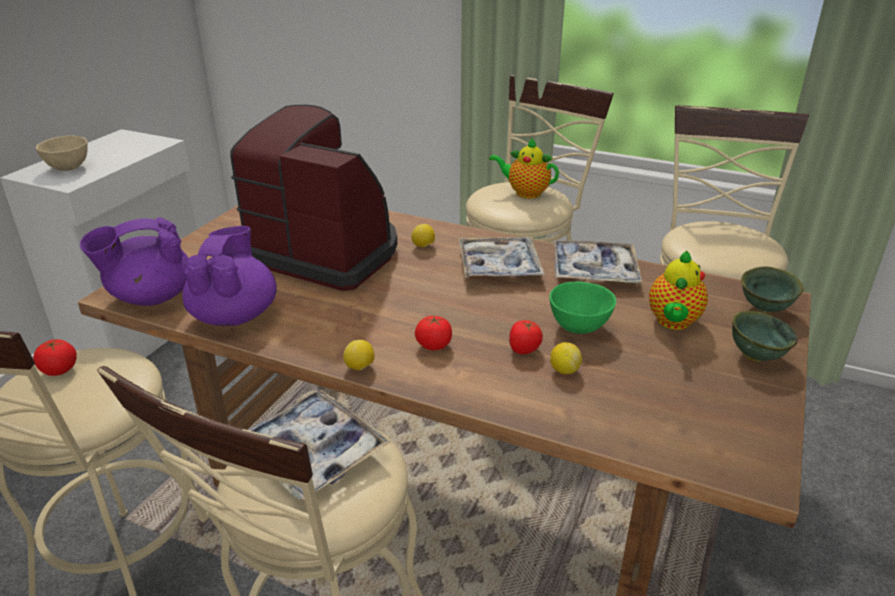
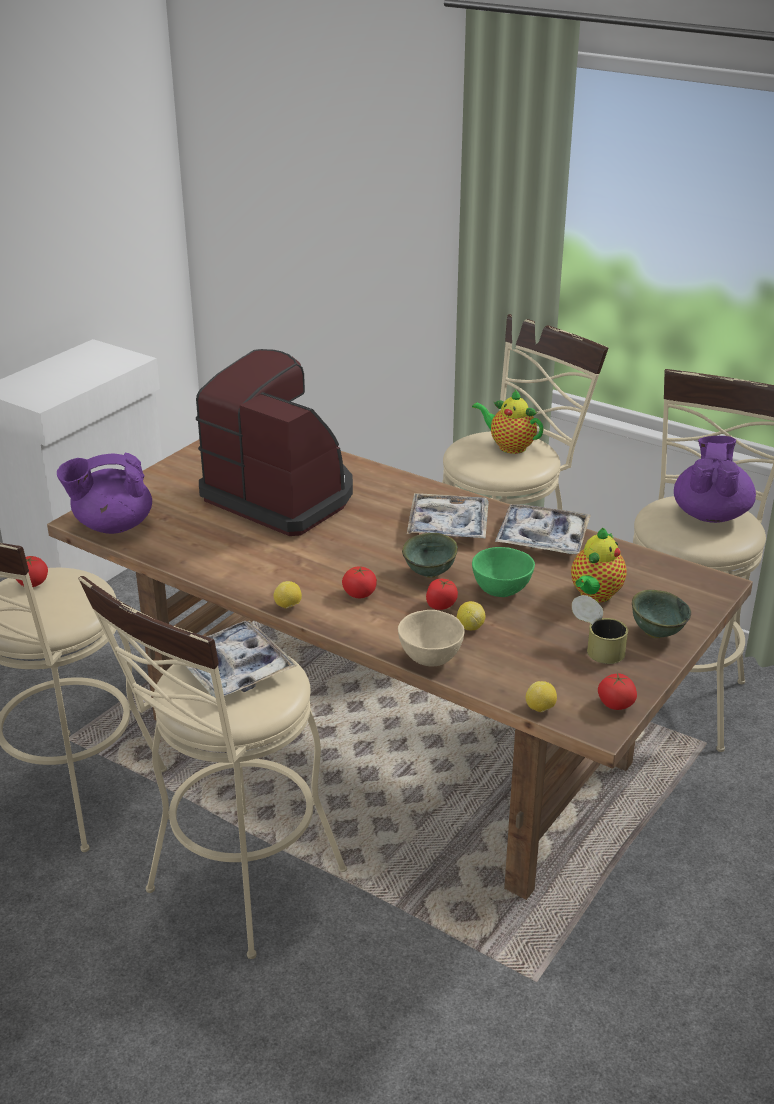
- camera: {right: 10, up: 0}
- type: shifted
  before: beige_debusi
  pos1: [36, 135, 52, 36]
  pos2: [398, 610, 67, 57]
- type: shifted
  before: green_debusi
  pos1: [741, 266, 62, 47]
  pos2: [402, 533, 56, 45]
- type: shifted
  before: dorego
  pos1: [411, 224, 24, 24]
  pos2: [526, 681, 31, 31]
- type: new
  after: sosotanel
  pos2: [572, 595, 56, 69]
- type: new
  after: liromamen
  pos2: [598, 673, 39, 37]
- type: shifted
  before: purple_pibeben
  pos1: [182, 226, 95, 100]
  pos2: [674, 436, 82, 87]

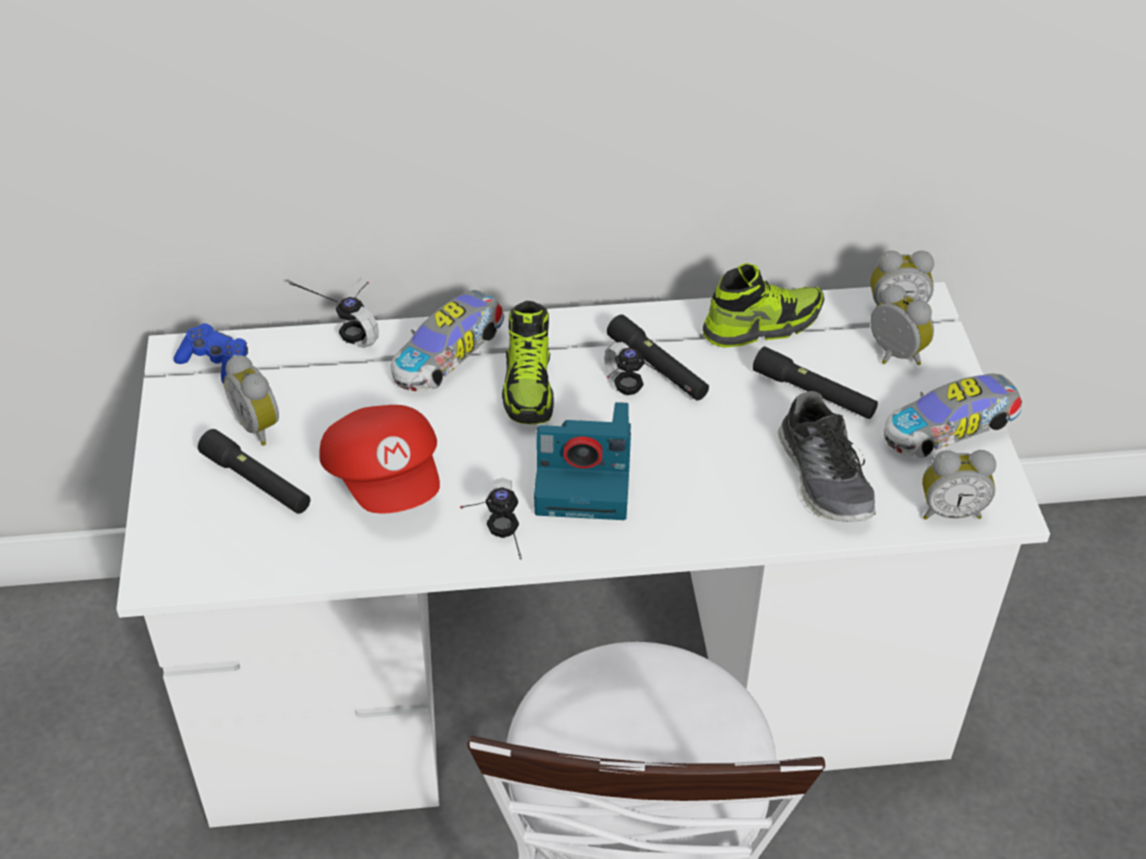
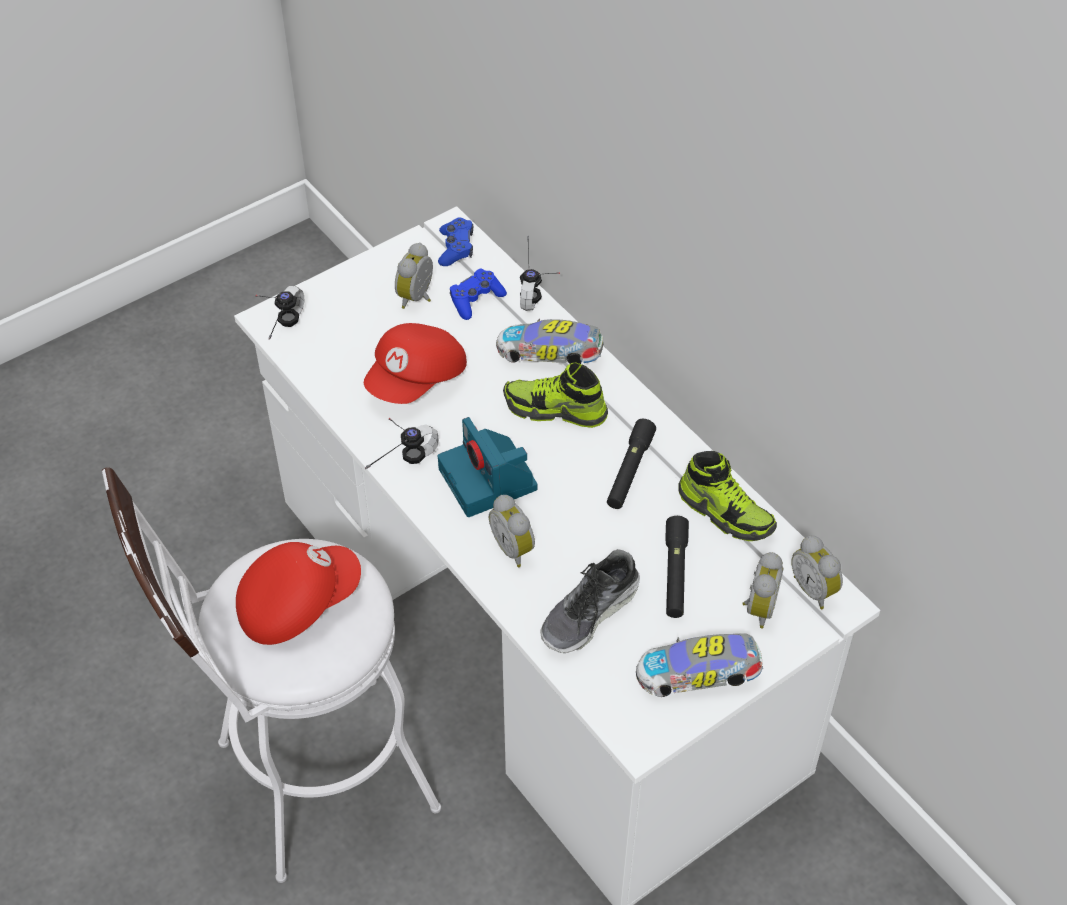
- camera: {right: 60, up: 5}
- type: new
  after: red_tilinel
  pos2: [236, 542, 125, 103]
- type: shifted
  before: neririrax
  pos1: [604, 342, 87, 53]
  pos2: [256, 286, 48, 54]
- type: new
  after: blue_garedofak
  pos2: [450, 269, 57, 51]
- type: shifted
  before: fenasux
  pos1: [922, 450, 74, 70]
  pos2: [489, 495, 46, 73]
- type: rotated
  before: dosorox
  pos1: [502, 301, 52, 123]
  pos2: [503, 362, 105, 66]
  turn: 45
- type: rotated
  before: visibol
  pos1: [884, 373, 138, 85]
  pos2: [636, 633, 127, 64]
  turn: -45
- type: gone
  before: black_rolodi
  pos1: [198, 429, 112, 85]

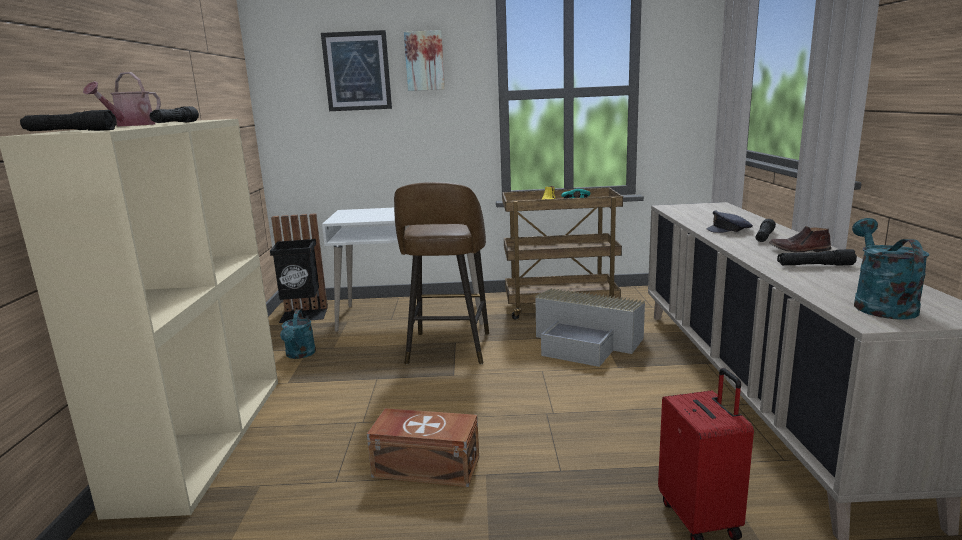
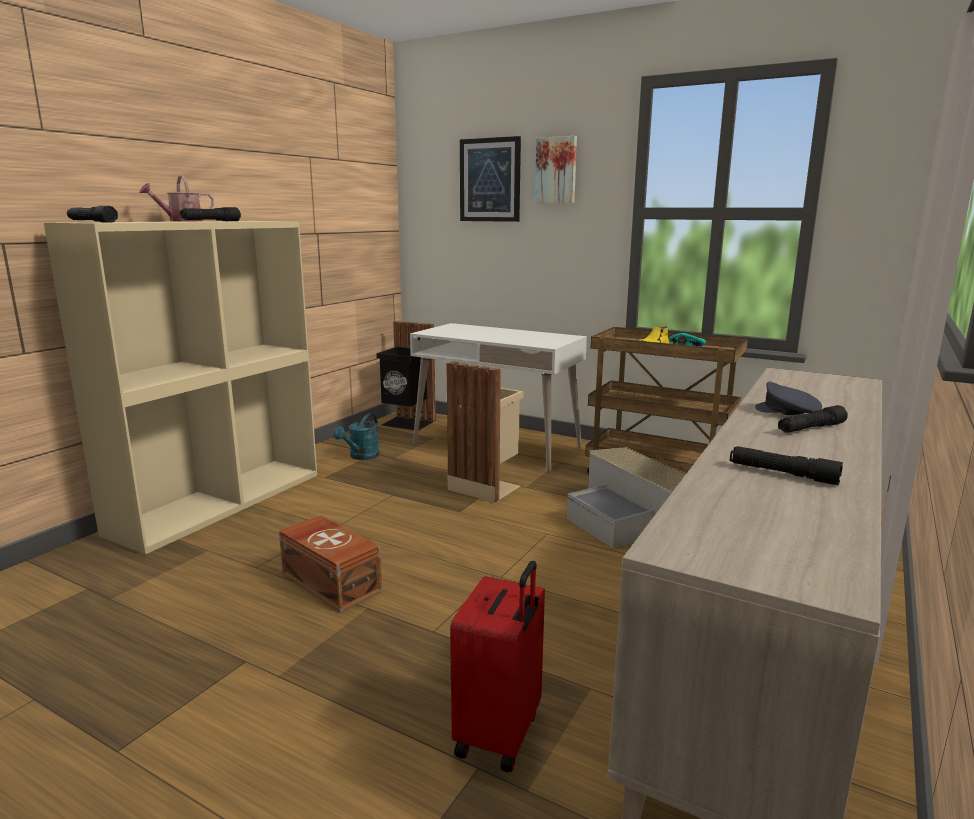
- camera: {right: 30, up: 0}
- type: swapped
  before: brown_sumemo
  after: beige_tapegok
  pos1: [394, 182, 95, 182]
  pos2: [446, 362, 78, 141]
- type: gone
  before: brown_dosorox
  pos1: [769, 226, 62, 26]
- type: gone
  before: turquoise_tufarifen
  pos1: [852, 218, 77, 102]

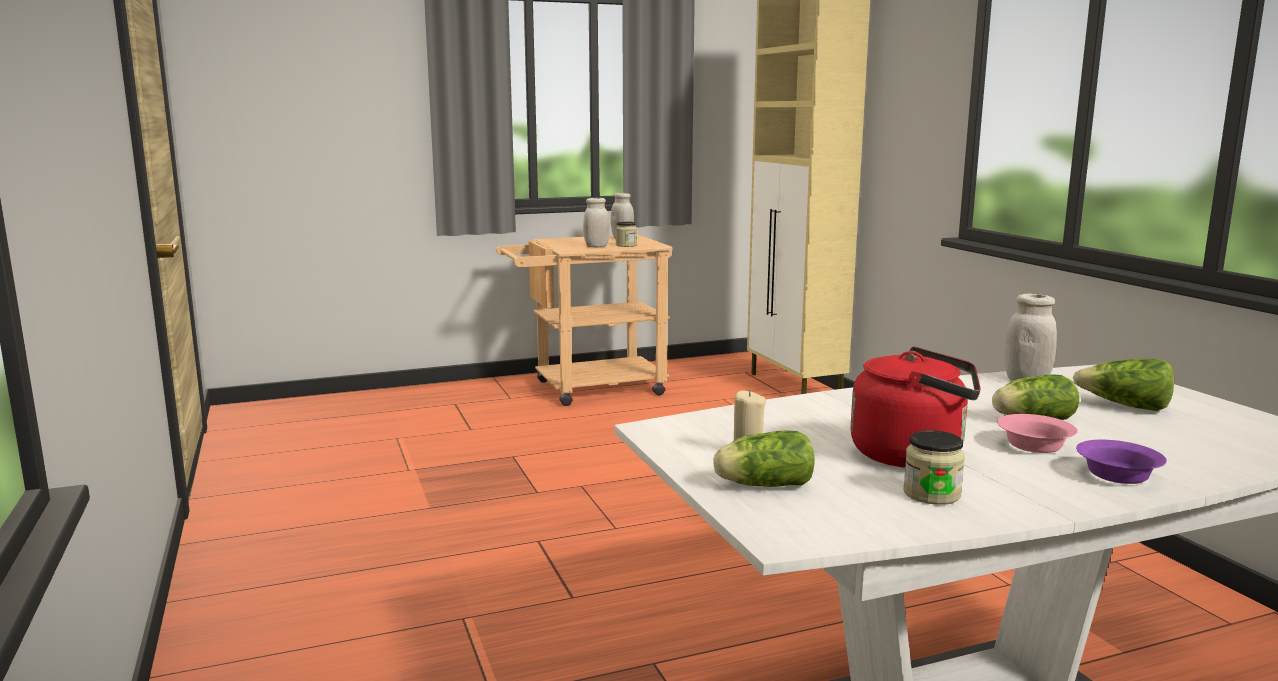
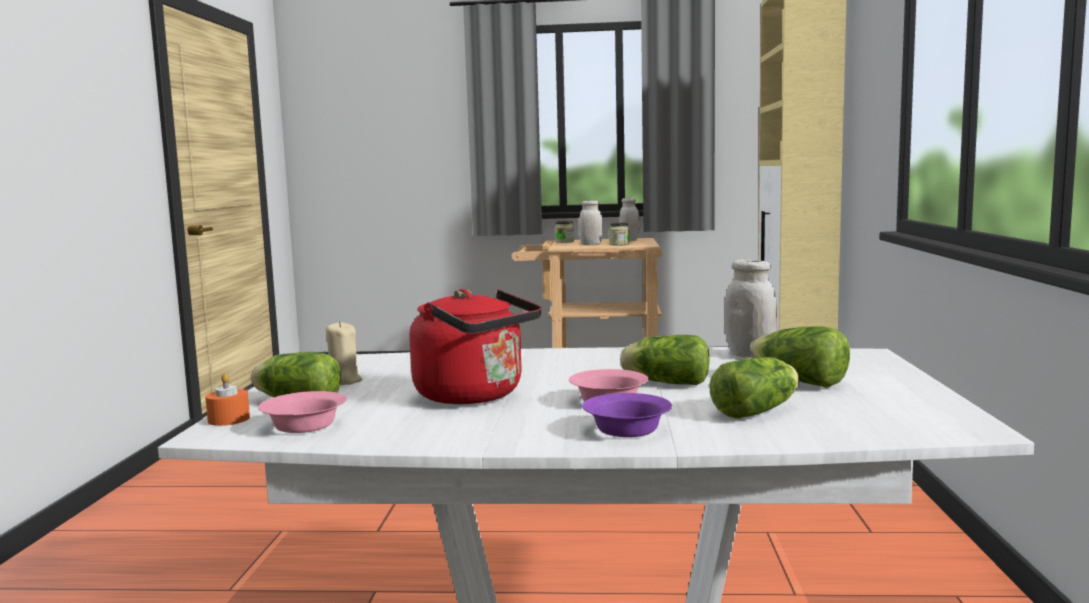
- camera: {right: 25, up: -5}
- type: new
  after: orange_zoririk
  pos2: [205, 373, 45, 53]
- type: new
  after: pink_debusi
  pos2: [258, 391, 89, 42]
- type: shifted
  before: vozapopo
  pos1: [903, 430, 62, 75]
  pos2: [555, 221, 19, 22]
- type: new
  after: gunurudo
  pos2: [709, 357, 91, 62]

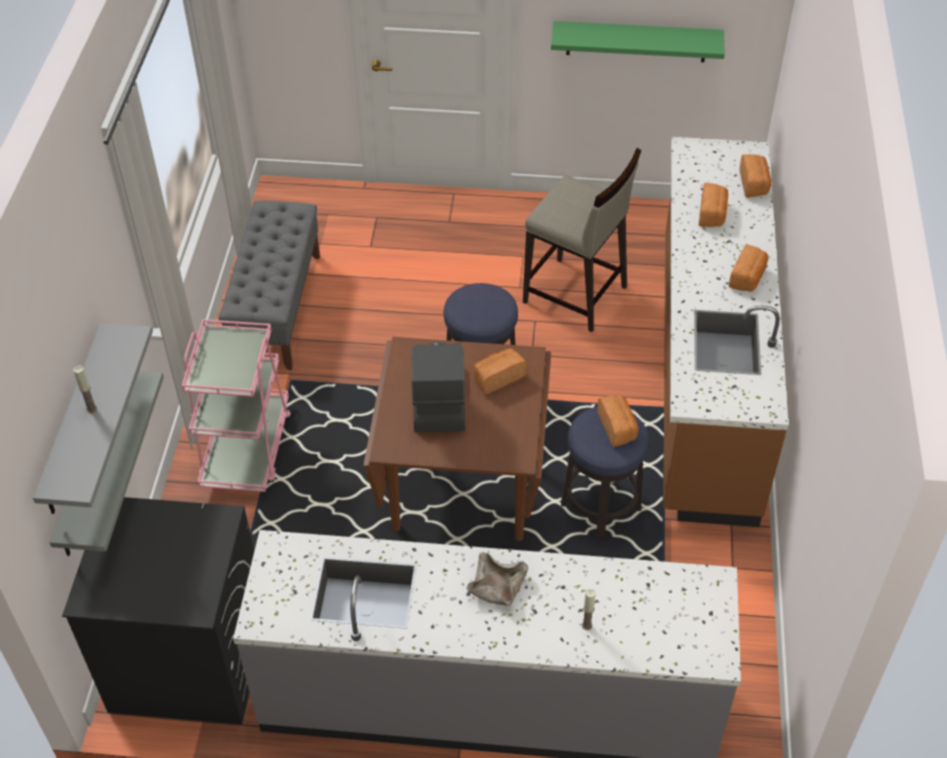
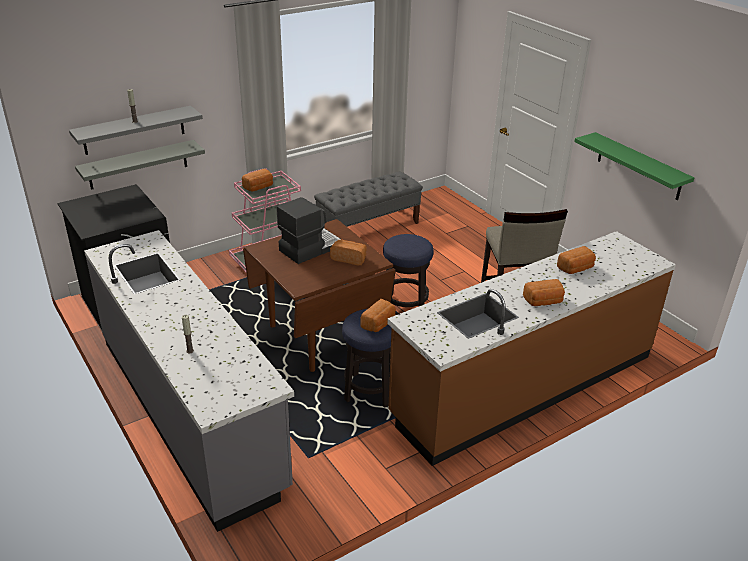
- camera: {right: 50, up: -15}
- type: shifted
  before: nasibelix
  pos1: [740, 154, 31, 43]
  pos2: [242, 169, 31, 22]
- type: gone
  before: beige_debusi
  pos1: [467, 552, 61, 54]

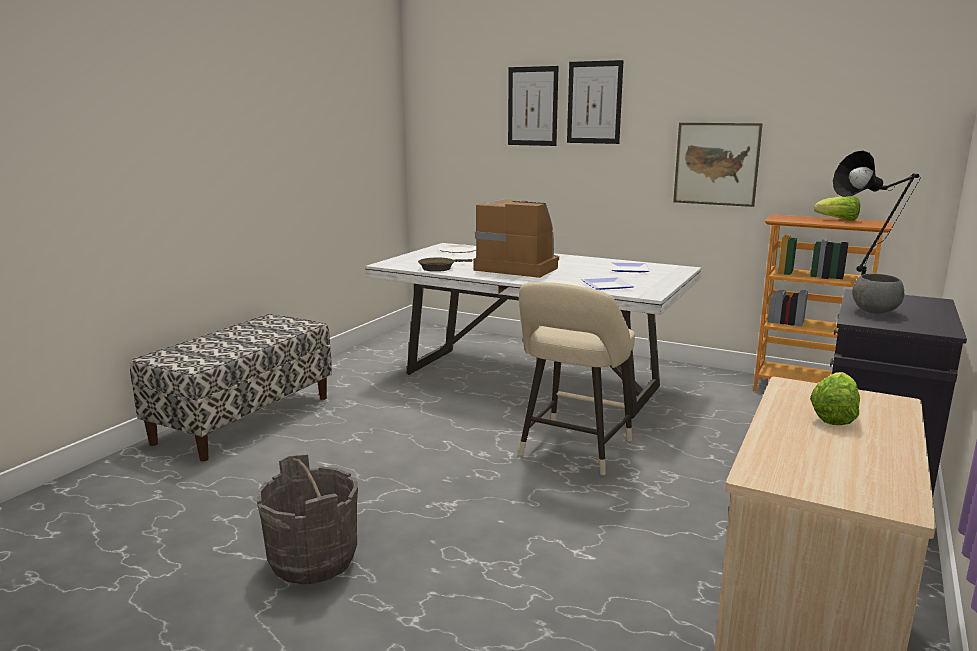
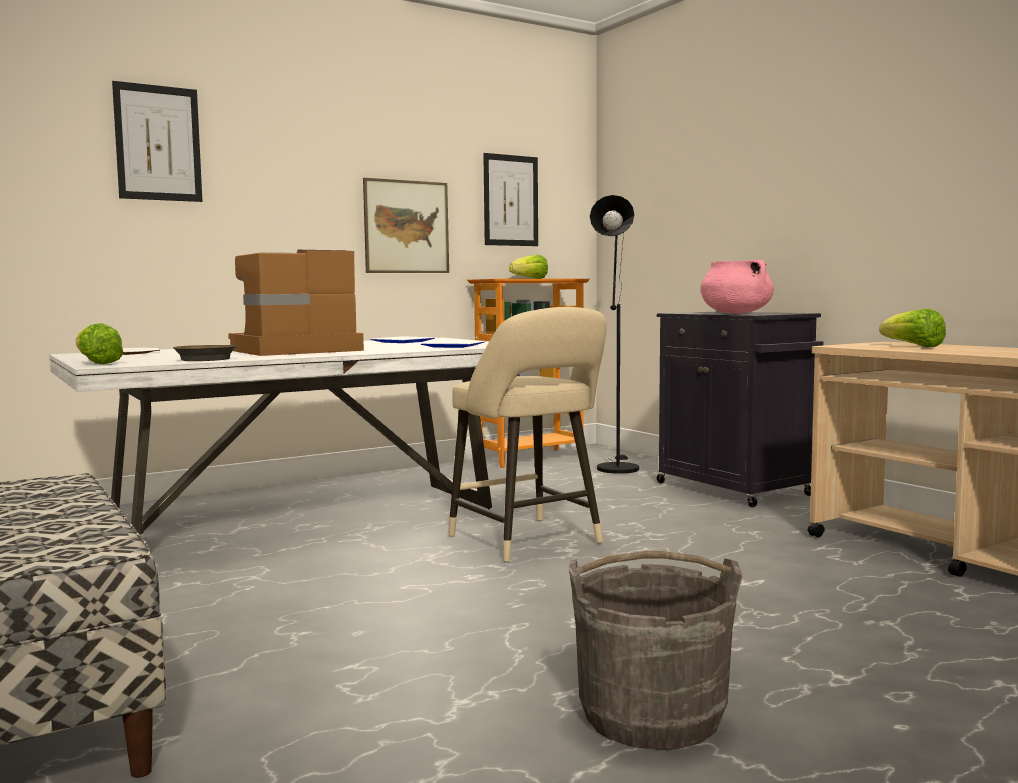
- camera: {right: -60, up: -10}
- type: new
  after: gunurudo
  pos2: [76, 323, 47, 41]
- type: shifted
  before: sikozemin
  pos1: [567, 60, 57, 84]
  pos2: [483, 153, 55, 93]
- type: swapped
  before: grey_debusi
  after: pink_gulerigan
  pos1: [852, 274, 52, 40]
  pos2: [700, 260, 74, 54]

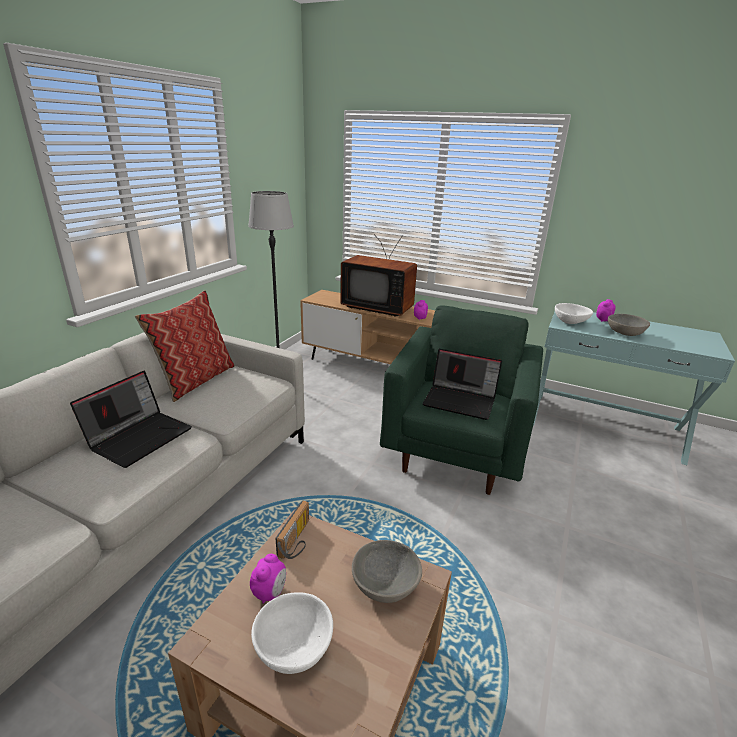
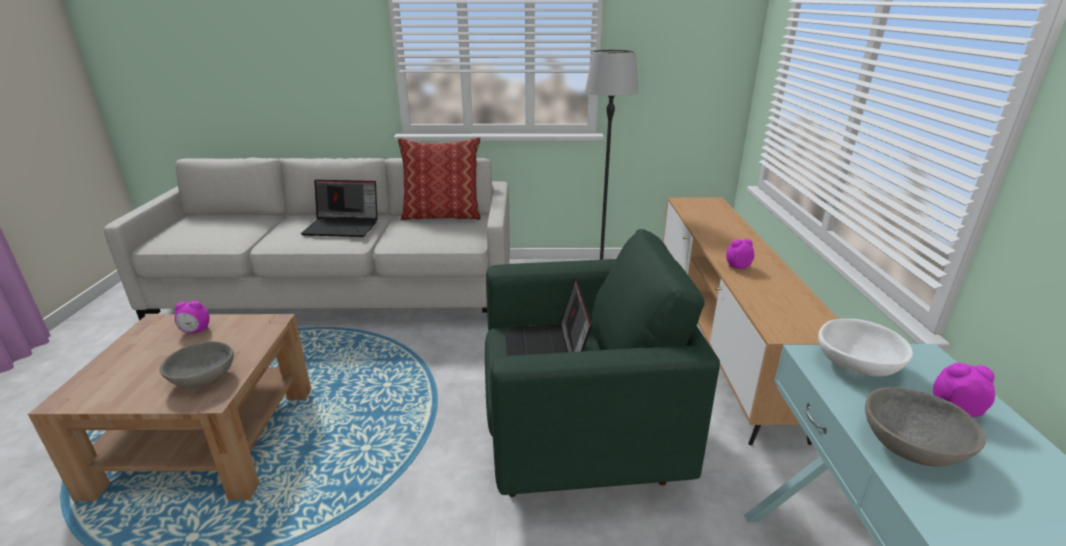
- camera: {right: 65, up: 0}
- type: gone
  before: white_debusi
  pos1: [251, 592, 82, 82]
- type: gone
  before: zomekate
  pos1: [275, 501, 34, 58]
- type: gone
  before: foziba
  pos1: [340, 234, 77, 83]

